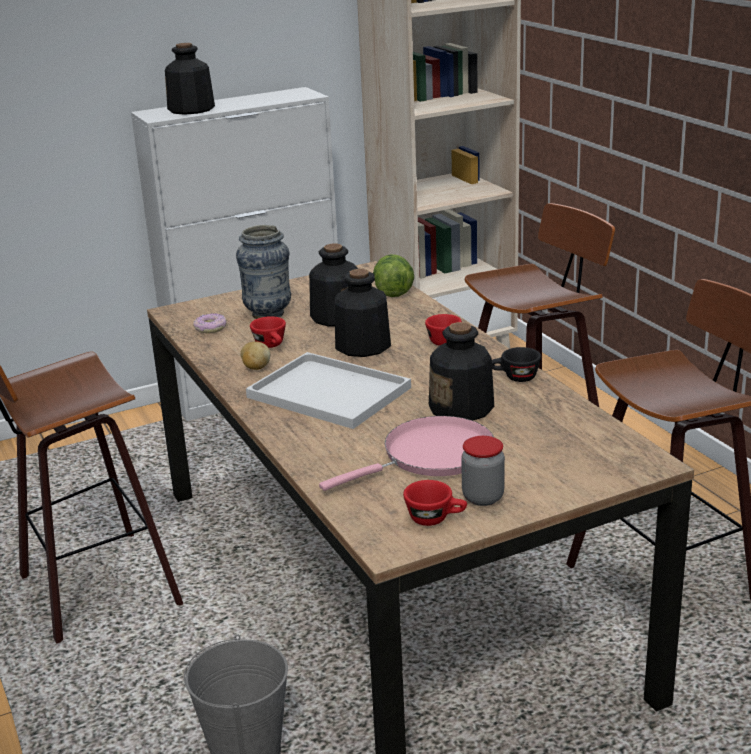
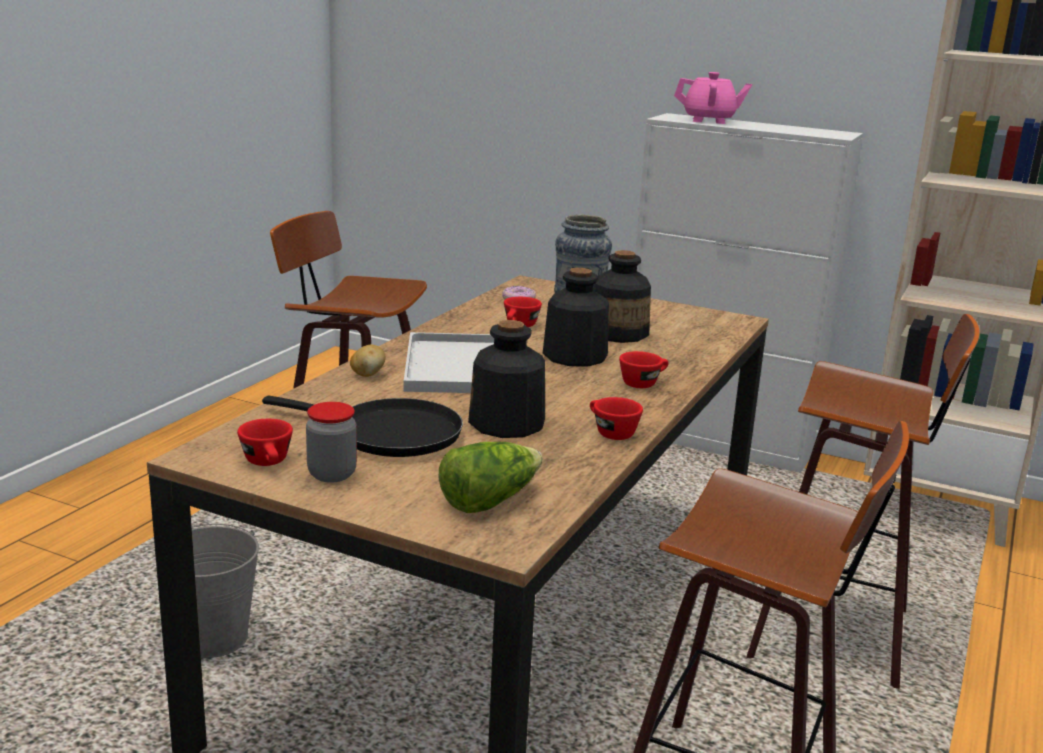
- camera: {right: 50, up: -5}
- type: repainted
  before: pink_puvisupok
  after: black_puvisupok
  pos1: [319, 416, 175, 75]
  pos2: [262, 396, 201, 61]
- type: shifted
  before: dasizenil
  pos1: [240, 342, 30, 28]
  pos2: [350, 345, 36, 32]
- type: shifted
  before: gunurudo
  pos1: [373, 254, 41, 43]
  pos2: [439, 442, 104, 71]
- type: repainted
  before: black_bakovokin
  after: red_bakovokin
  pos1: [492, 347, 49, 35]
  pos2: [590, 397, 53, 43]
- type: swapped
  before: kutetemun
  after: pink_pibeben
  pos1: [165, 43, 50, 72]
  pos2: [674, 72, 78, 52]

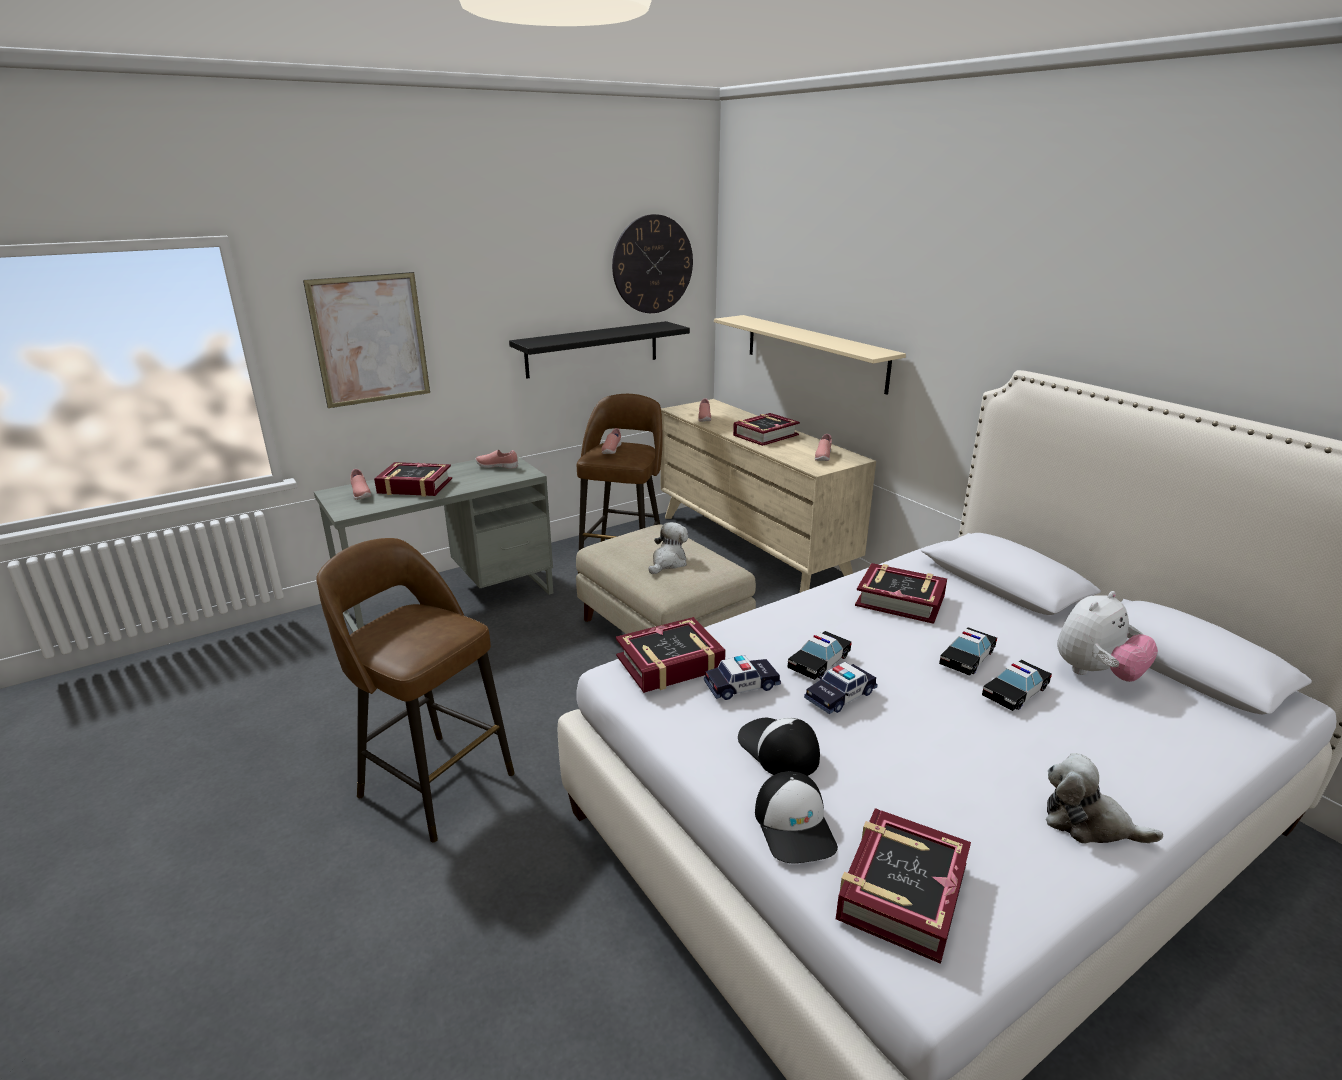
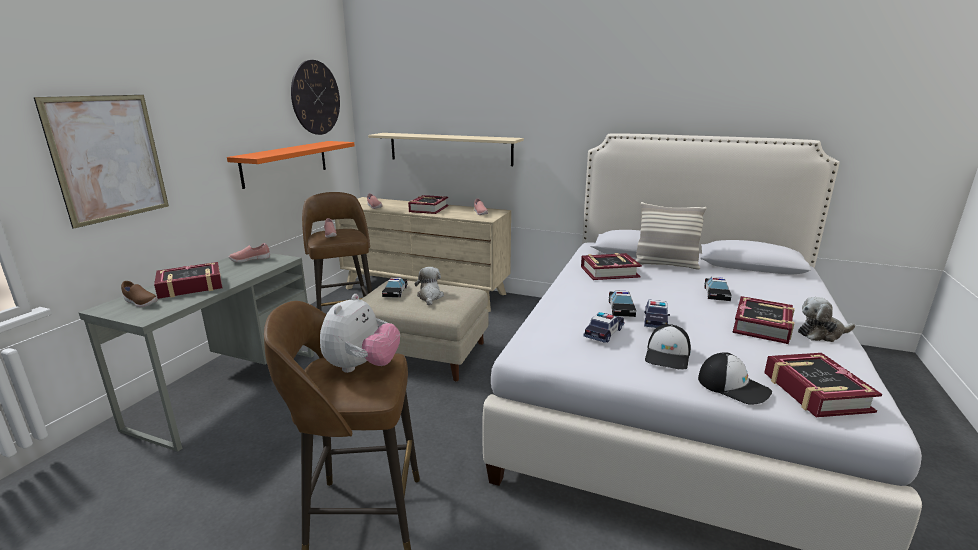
- camera: {right: -35, up: -5}
- type: repainted
  before: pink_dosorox
  after: brown_dosorox
  pos1: [350, 469, 21, 31]
  pos2: [121, 281, 37, 26]
- type: repainted
  before: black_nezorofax
  after: orange_nezorofax
  pos1: [509, 321, 181, 58]
  pos2: [227, 141, 128, 48]
- type: shifted
  before: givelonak
  pos1: [1057, 591, 101, 91]
  pos2: [320, 294, 80, 79]
- type: shifted
  before: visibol
  pos1: [939, 627, 58, 49]
  pos2: [382, 278, 25, 20]
- type: new
  after: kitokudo
  pos2: [636, 202, 71, 68]
- type: rotated
  before: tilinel
  pos1: [738, 718, 82, 58]
  pos2: [645, 324, 46, 46]
  turn: -90
- type: shifted
  before: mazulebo
  pos1: [616, 617, 110, 76]
  pos2: [732, 296, 63, 48]

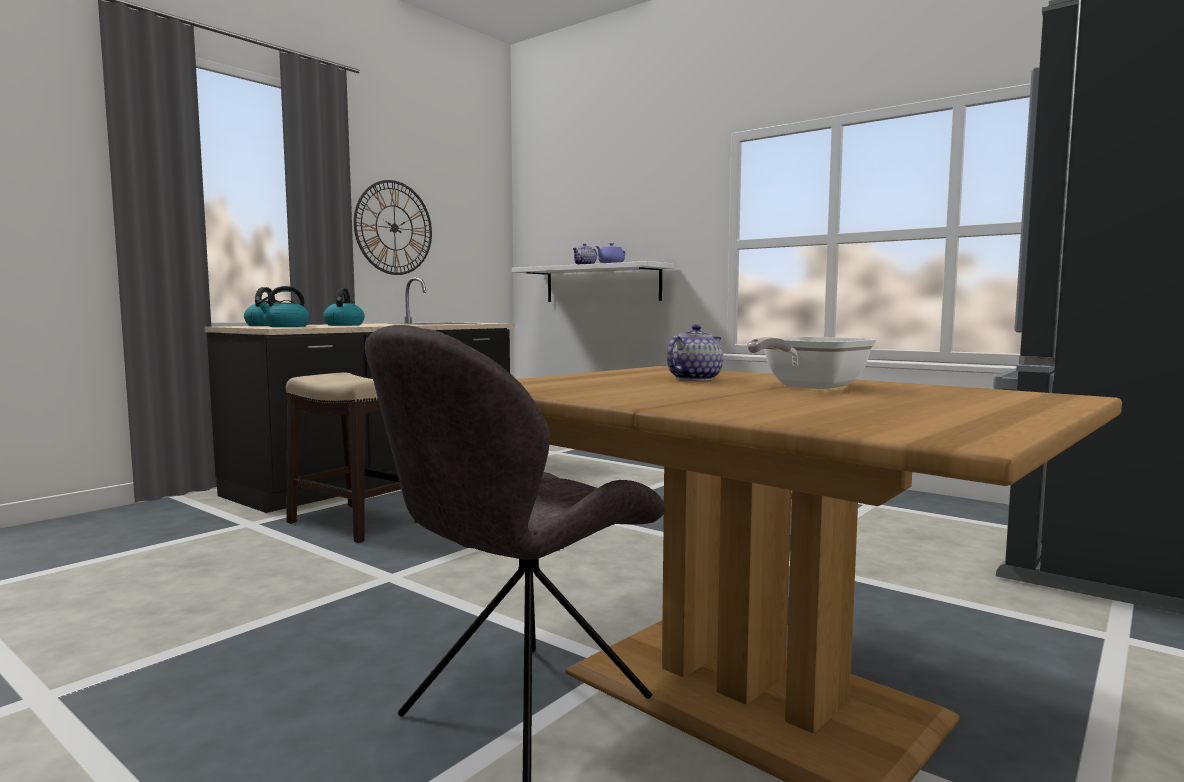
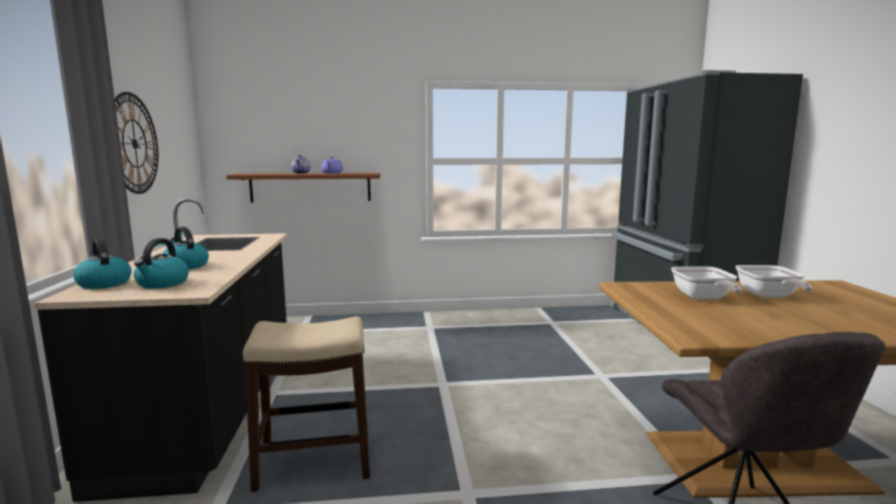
- camera: {right: -45, up: 5}
- type: repainted
  before: white_nezorofax
  after: brown_nezorofax
  pos1: [512, 261, 162, 41]
  pos2: [226, 173, 155, 29]
- type: swapped
  before: pibeben
  after: puvisupok
  pos1: [667, 324, 56, 57]
  pos2: [671, 266, 71, 34]

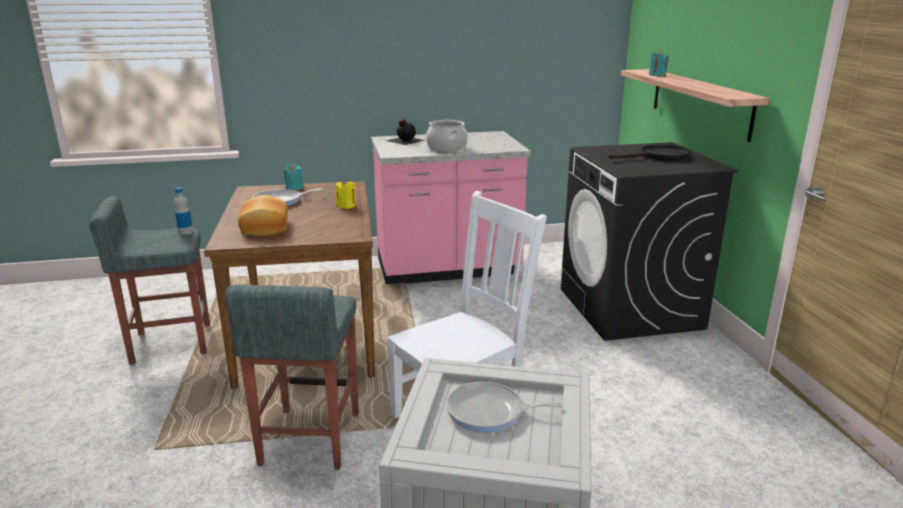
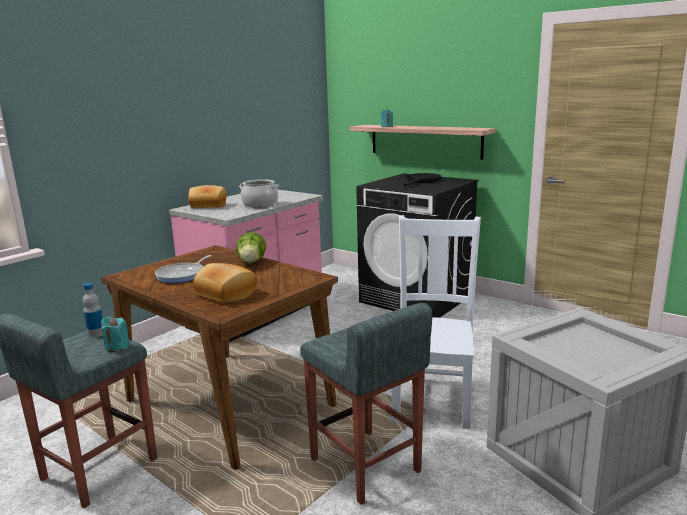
- camera: {right: -40, up: -5}
- type: shifted
  before: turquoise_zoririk
  pos1: [283, 164, 21, 27]
  pos2: [101, 316, 29, 36]
- type: swapped
  before: black_kutetemun
  after: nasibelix
  pos1: [386, 118, 39, 27]
  pos2: [188, 185, 38, 23]
- type: swapped
  before: yellow_zoririk
  after: gunurudo
  pos1: [335, 180, 21, 29]
  pos2: [236, 232, 30, 31]
- type: gone
  before: puvisupok
  pos1: [446, 382, 117, 51]

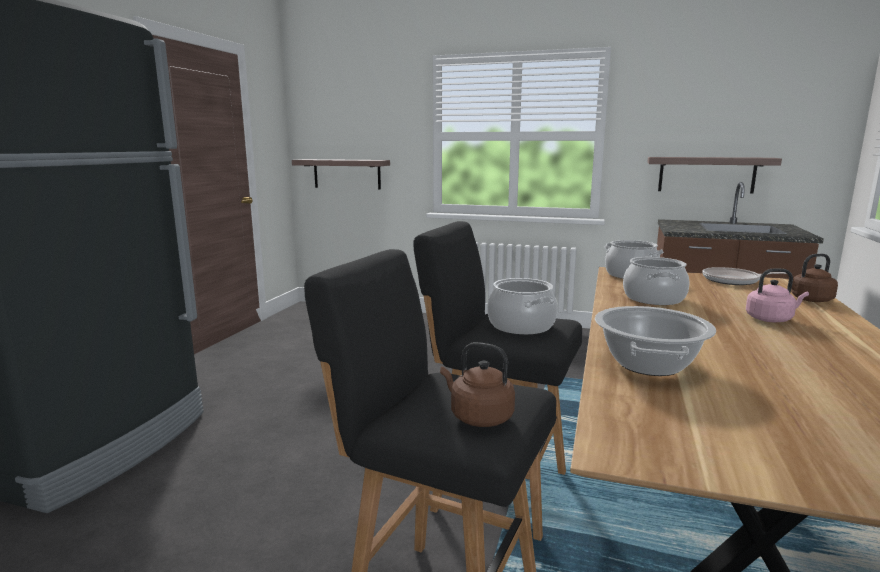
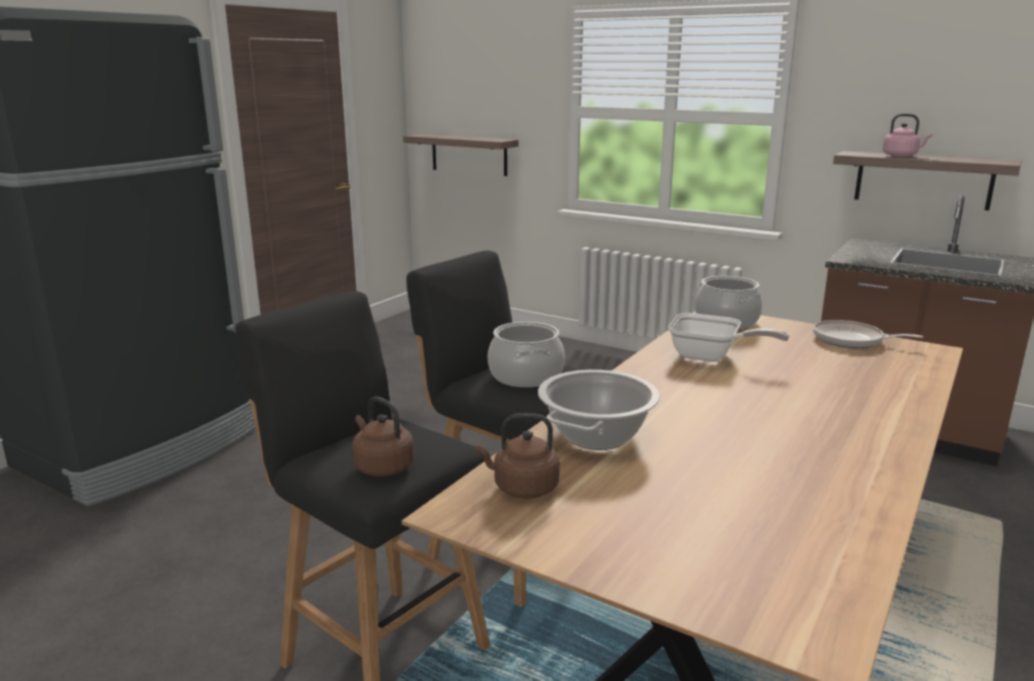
- camera: {right: 15, up: 5}
- type: shifted
  before: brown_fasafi
  pos1: [786, 254, 52, 48]
  pos2: [476, 413, 84, 86]
- type: swapped
  before: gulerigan
  after: puvisupok
  pos1: [623, 257, 66, 48]
  pos2: [668, 313, 121, 49]
- type: shifted
  before: pink_fasafi
  pos1: [746, 268, 63, 54]
  pos2: [883, 114, 49, 43]

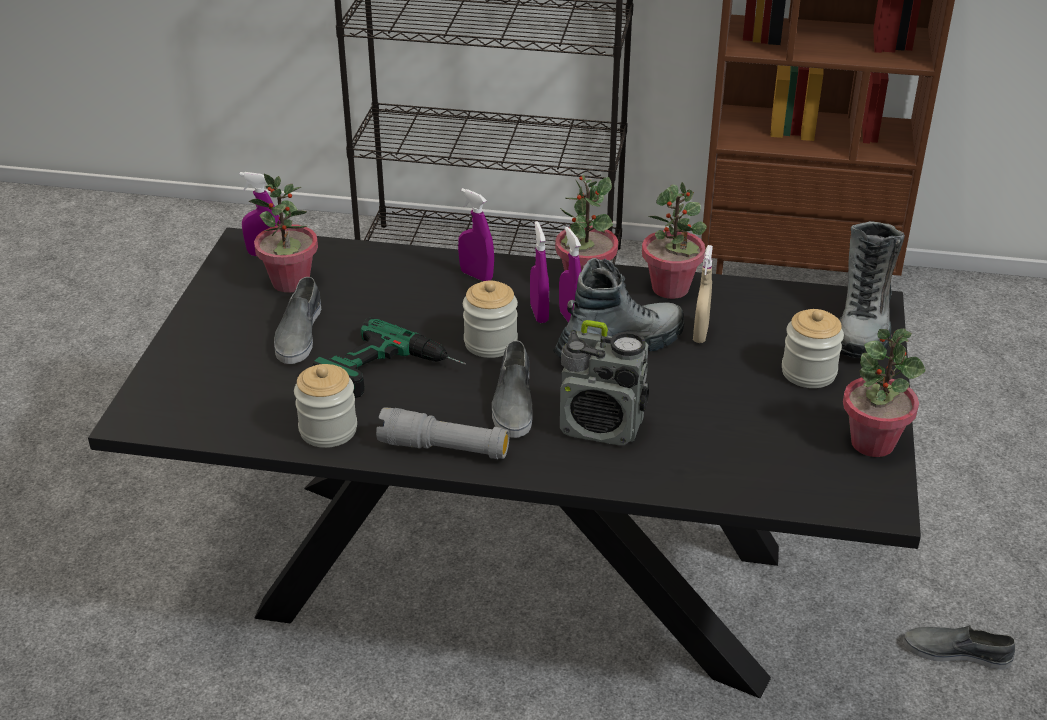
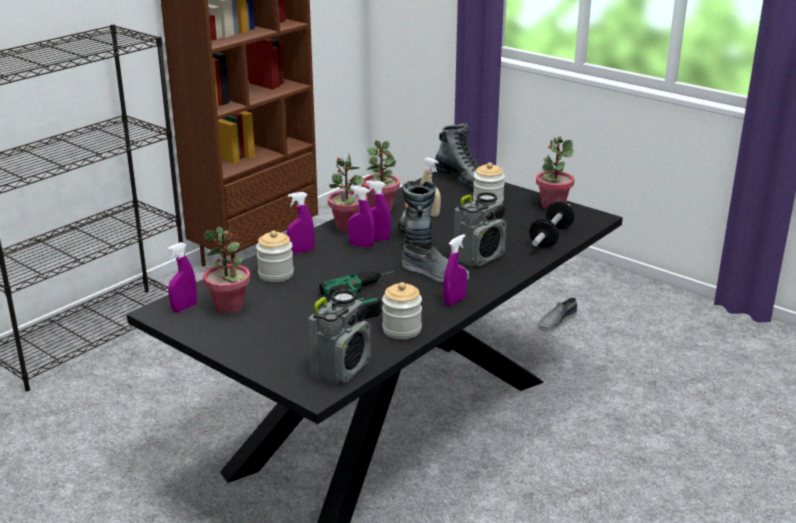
- camera: {right: -60, up: -10}
- type: shifted
  before: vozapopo
  pos1: [463, 281, 55, 77]
  pos2: [256, 231, 38, 51]
- type: new
  after: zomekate
  pos2: [309, 290, 62, 94]
- type: swapped
  before: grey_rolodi
  after: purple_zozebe
  pos1: [376, 407, 133, 52]
  pos2: [443, 234, 24, 72]
- type: new
  after: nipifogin
  pos2: [529, 201, 45, 47]
- type: gone
  before: grey_dosorox
  pos1: [274, 277, 47, 87]

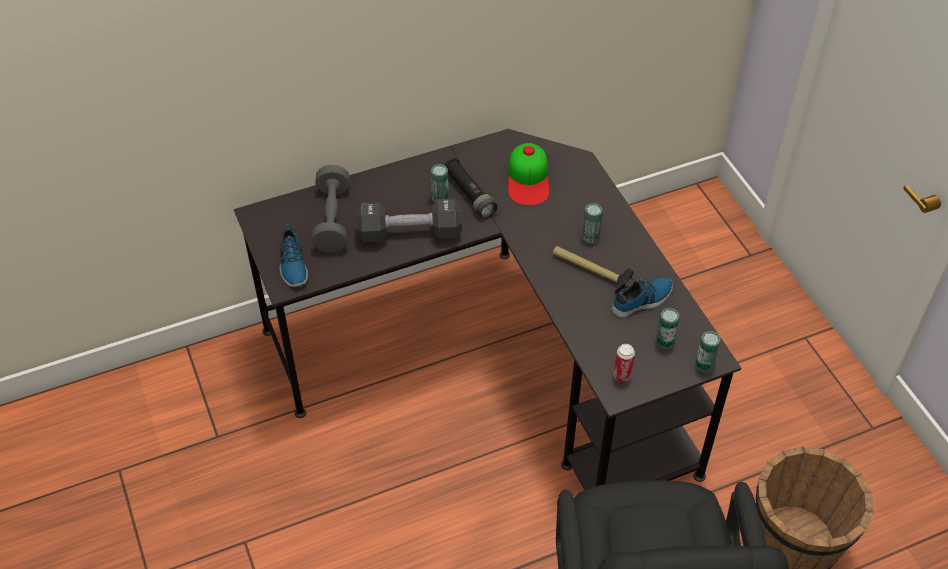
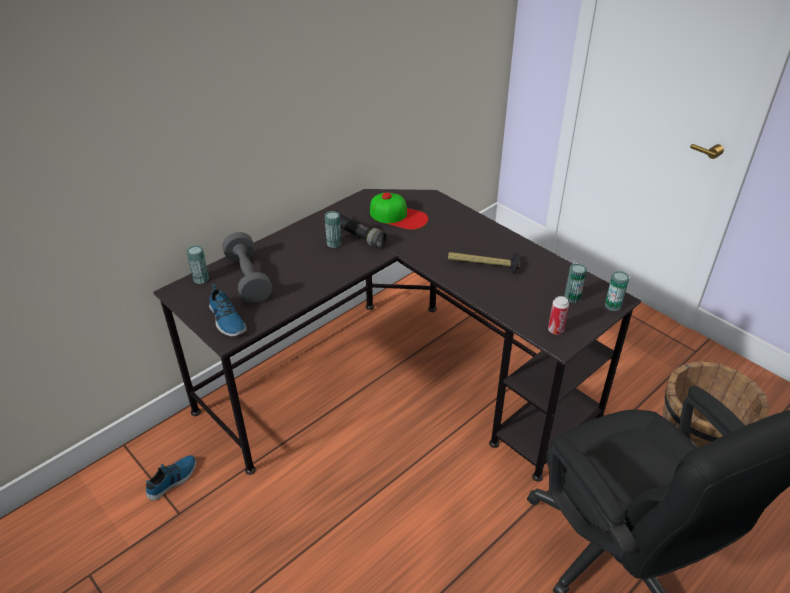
- camera: {right: -20, up: -10}
- type: shifted
  before: dosorox
  pos1: [611, 277, 62, 41]
  pos2: [146, 455, 50, 46]
- type: shifted
  before: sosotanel
  pos1: [582, 203, 21, 41]
  pos2: [186, 245, 23, 39]
- type: rotated
  before: tilinel
  pos1: [508, 143, 42, 63]
  pos2: [370, 192, 58, 38]
  turn: -45
- type: gone
  before: black_nipifogin
  pos1: [356, 198, 106, 44]

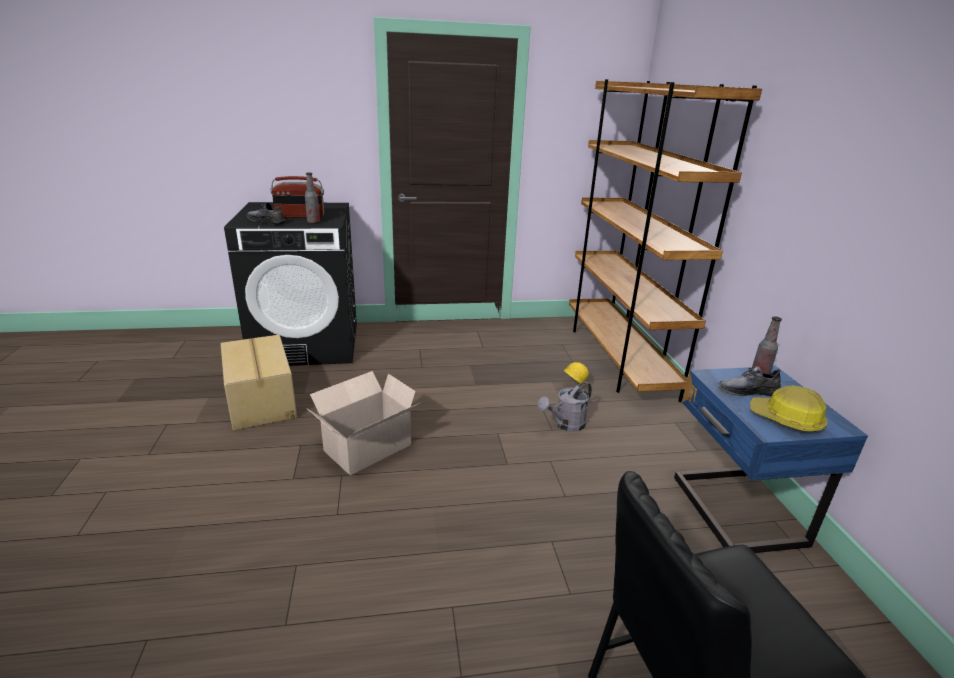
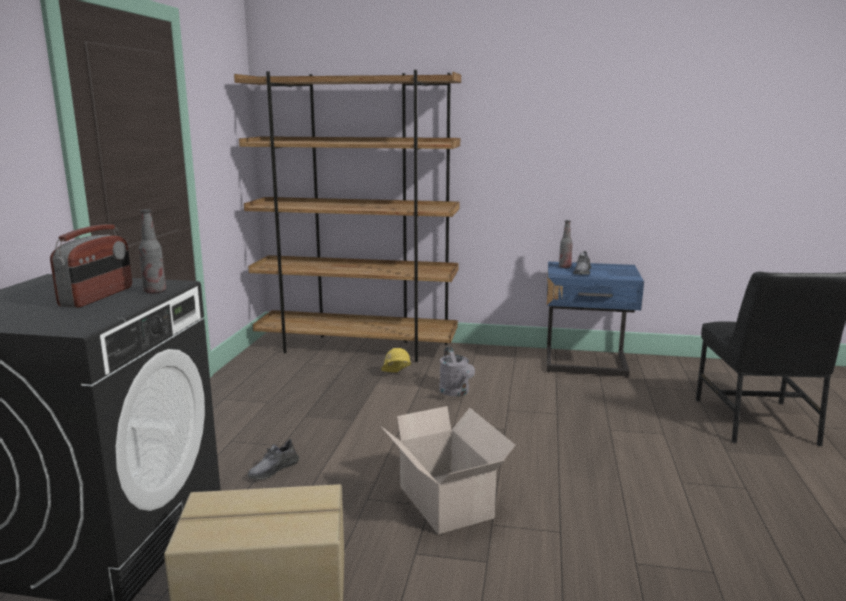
- camera: {right: -70, up: -10}
- type: shifted
  before: grey_dosorox
  pos1: [247, 202, 39, 23]
  pos2: [248, 439, 51, 40]
- type: gone
  before: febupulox
  pos1: [750, 385, 78, 47]

